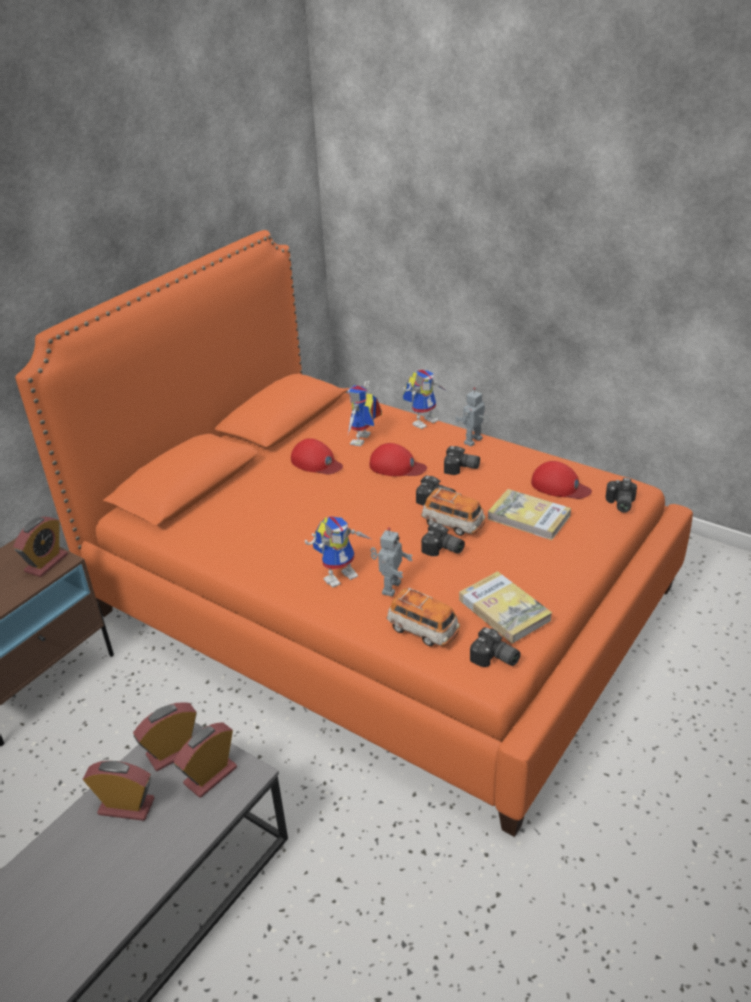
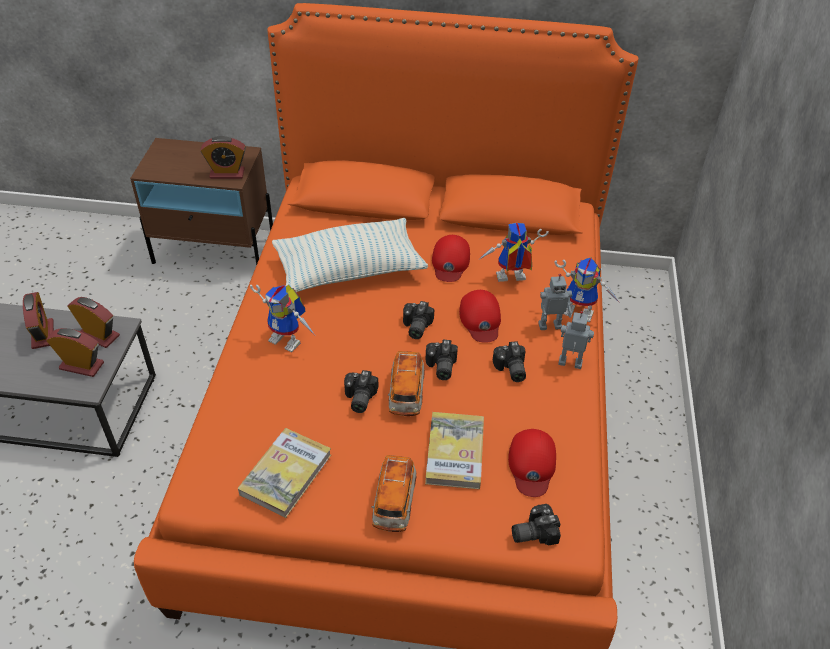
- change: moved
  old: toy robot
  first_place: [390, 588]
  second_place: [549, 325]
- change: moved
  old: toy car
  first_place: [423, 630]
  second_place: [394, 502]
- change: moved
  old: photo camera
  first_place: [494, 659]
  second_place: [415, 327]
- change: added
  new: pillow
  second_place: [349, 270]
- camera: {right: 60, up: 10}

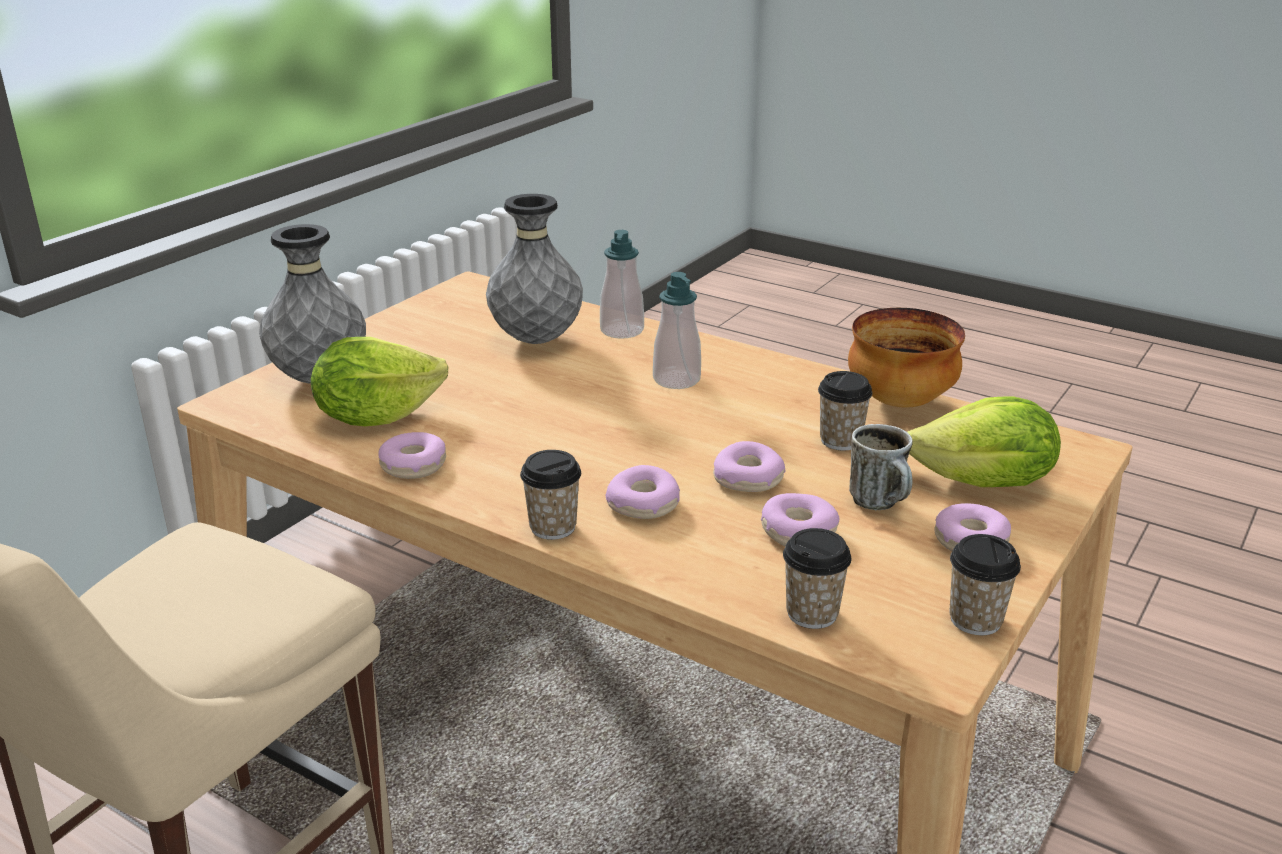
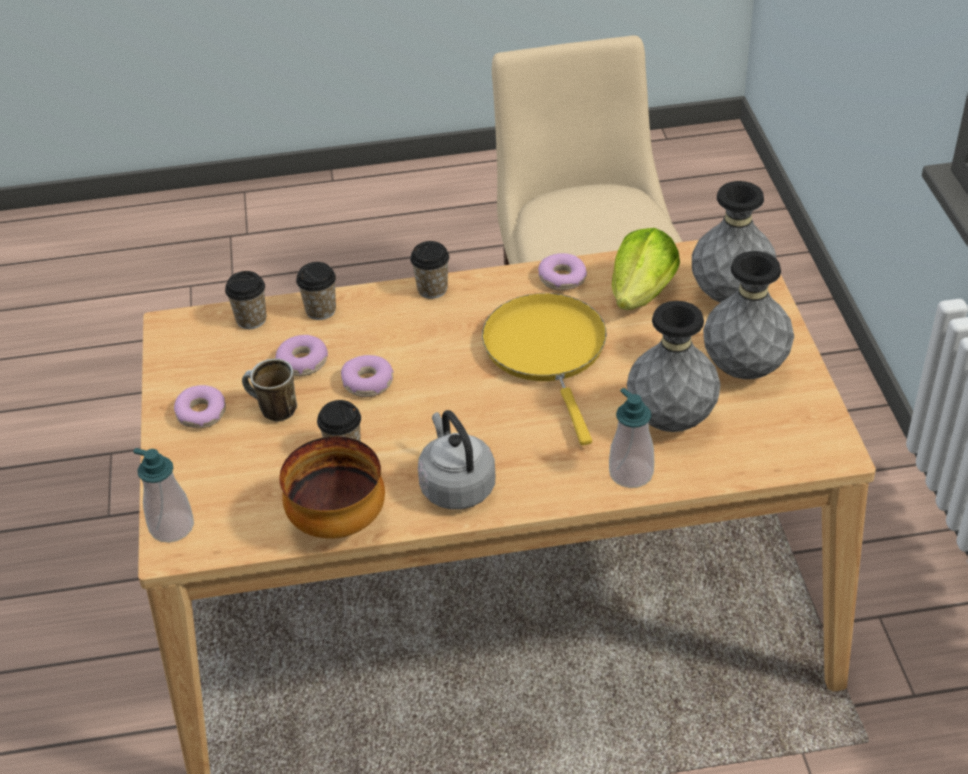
- change: removed
  old: donut
  first_place: [644, 504]
- change: moved
  old: soap dispenser
  first_place: [676, 380]
  second_place: [172, 527]
- change: removed
  old: lettuce
  first_place: [984, 484]
- change: moved
  old: cup
  first_place: [975, 620]
  second_place: [321, 310]
- change: added
  new: grey kettle
  second_place: [456, 485]
- change: added
  new: yellow frying pan
  second_place: [547, 351]
- change: added
  new: grey vase
  second_place: [744, 369]
- camera: {right: 140, up: 15}

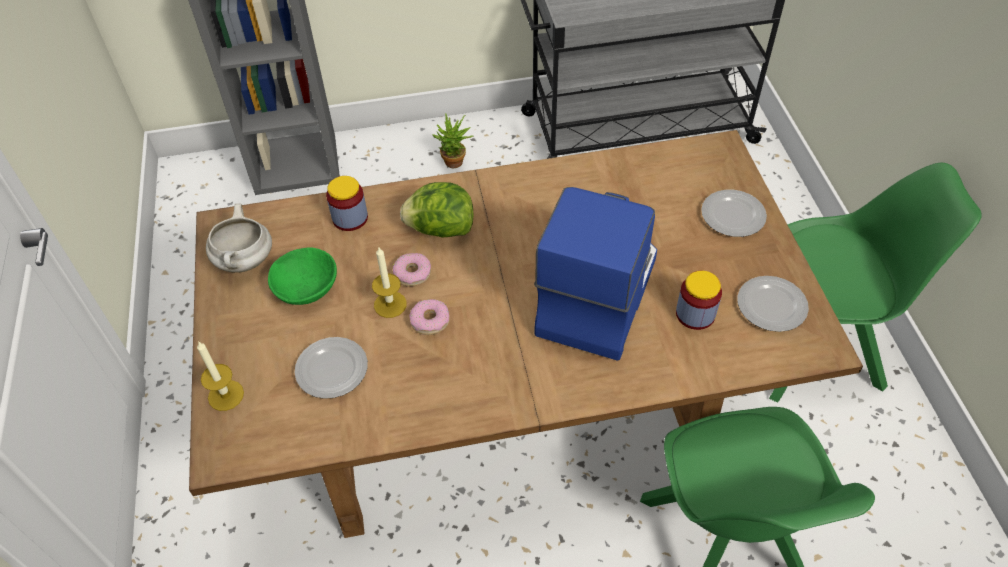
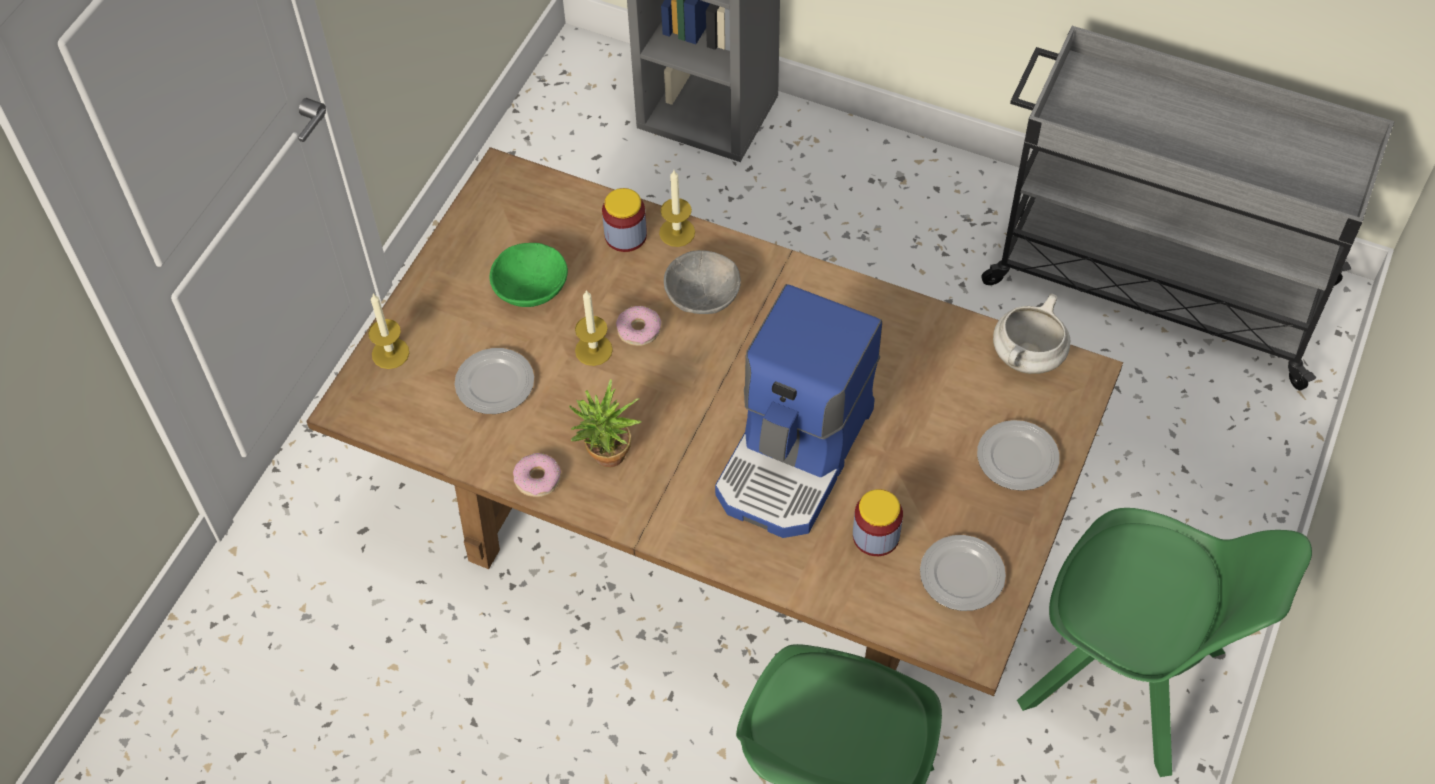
- change: moved
  old: white cooking pot
  first_place: [245, 261]
  second_place: [1028, 357]
- change: replaced
  old: lettuce
  new: grey bowl
  first_place: [440, 229]
  second_place: [702, 298]
- change: moved
  old: donut
  first_place: [430, 321]
  second_place: [537, 479]
- change: moved
  old: potted plant
  first_place: [455, 165]
  second_place: [607, 460]
- change: turned
  old: coffee machine
  first_place: [595, 293]
  second_place: [796, 455]
  degrees: 150
- change: added
  new: candle
  second_place: [677, 232]
- camera: {right: 35, up: 5}

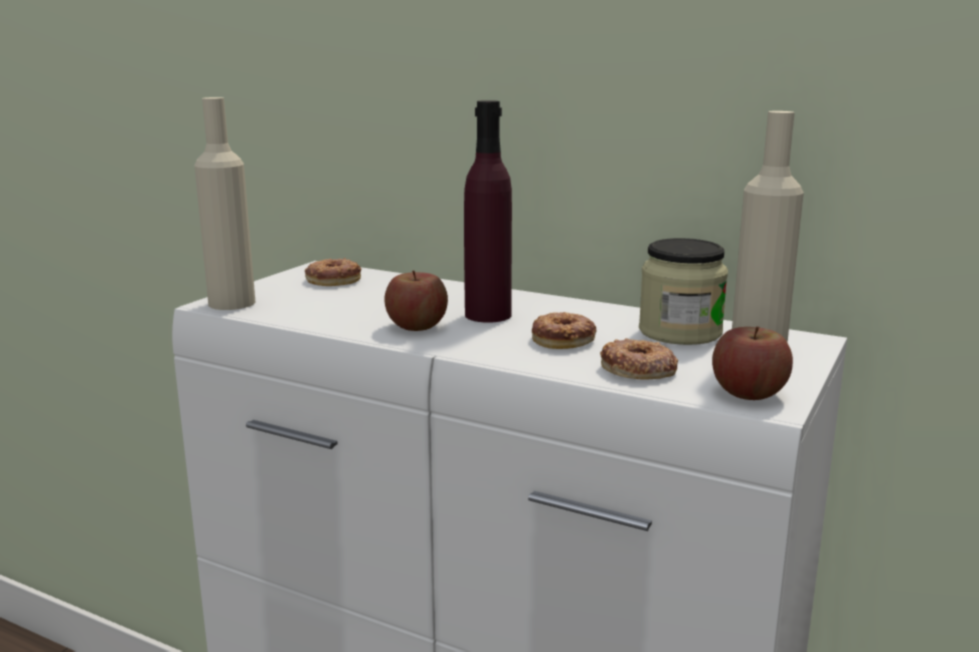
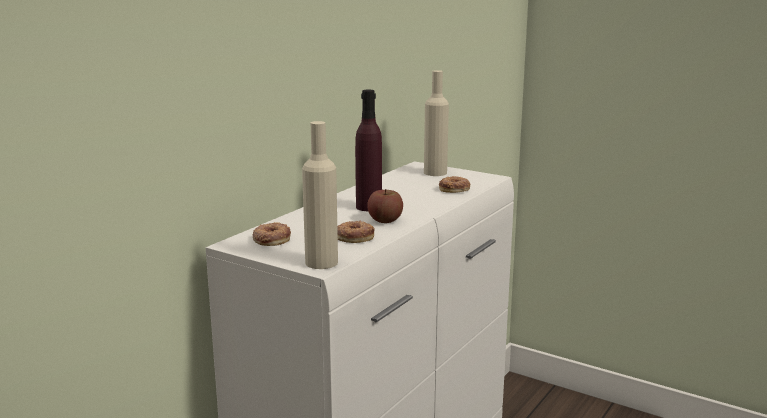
- change: moved
  old: donut
  first_place: [563, 339]
  second_place: [354, 236]
- change: removed
  old: jar
  first_place: [680, 332]
- change: removed
  old: apple
  first_place: [749, 393]
- camera: {right: -85, up: 0}

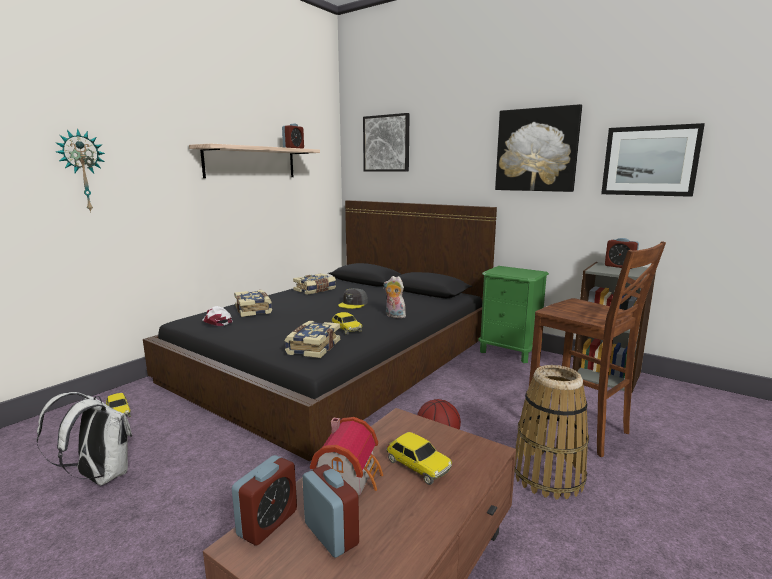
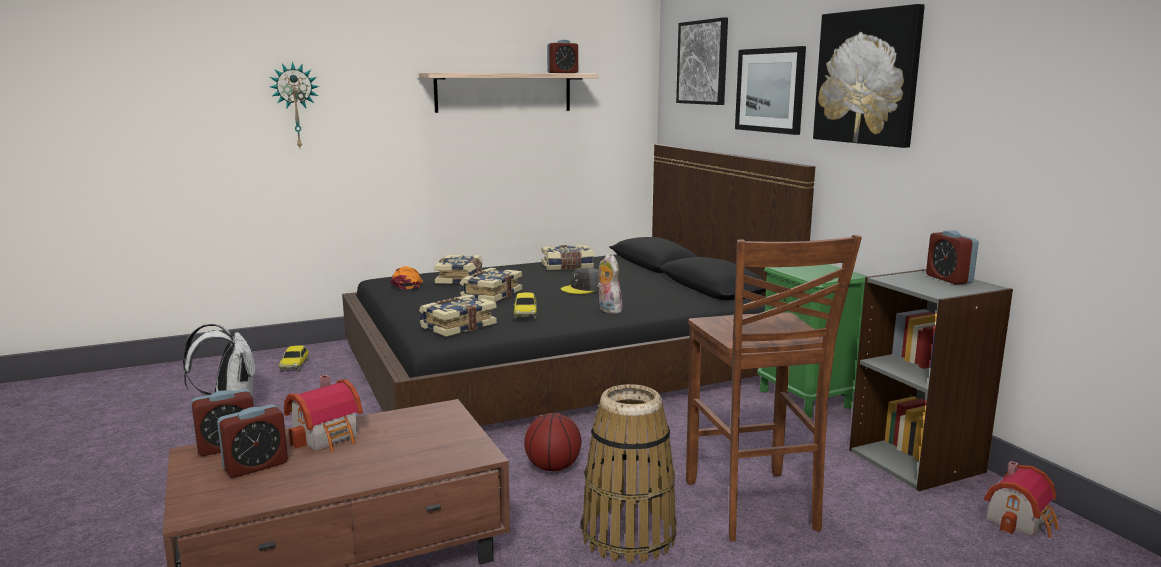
- change: recoloured
  old: white cap
  new: orange cap
  first_place: [217, 321]
  second_place: [407, 284]
- change: turned
  old: alarm clock
  first_place: [331, 534]
  second_place: [256, 466]
  degrees: 60
- change: removed
  old: toy car
  first_place: [417, 466]
- change: moved
  old: picture
  first_place: [649, 161]
  second_place: [770, 90]
- change: added
  new: book
  second_place: [490, 294]
- change: added
  new: toy house
  second_place: [1021, 520]
- camera: {right: 30, up: 0}

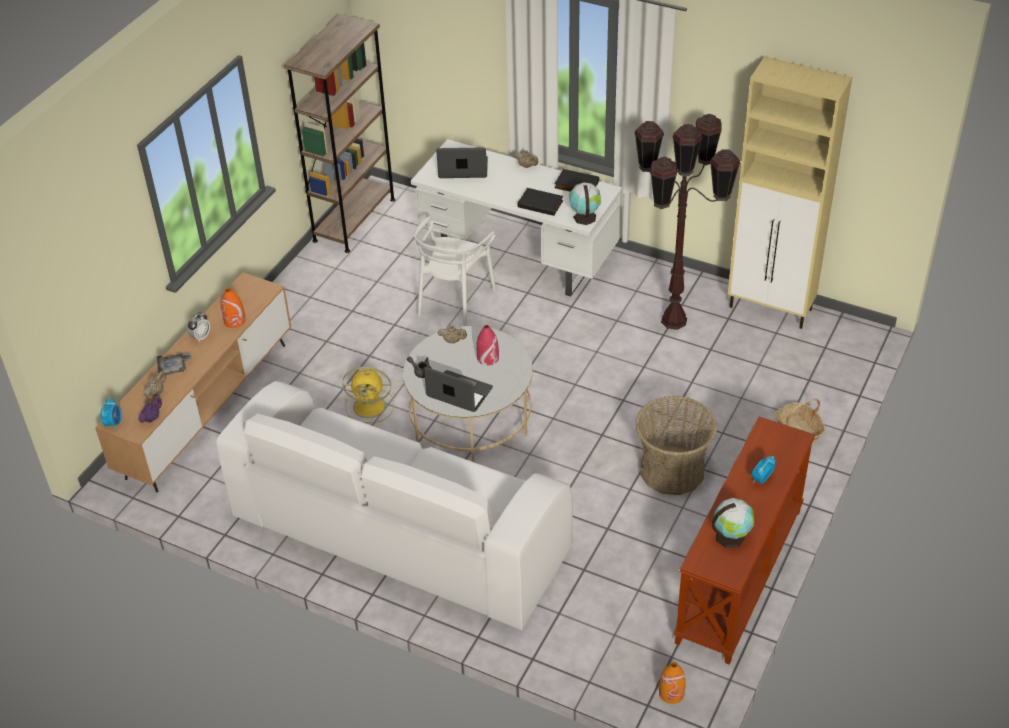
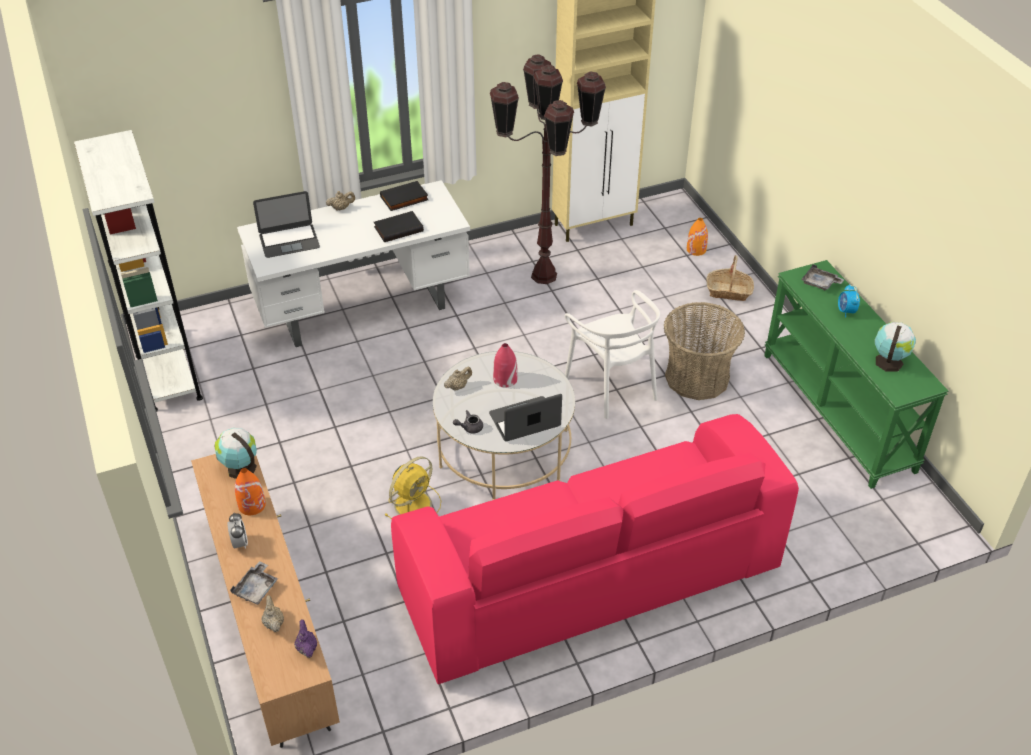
- change: removed
  old: alarm clock
  first_place: [114, 423]
- change: recoloured
  old: white sofa
  new: pink sofa
  first_place: [400, 534]
  second_place: [588, 579]
- change: recoloured
  old: brown bookcase
  new: white bookcase
  first_place: [354, 220]
  second_place: [167, 369]
- change: moved
  old: white chair
  first_place: [454, 301]
  second_place: [612, 386]
- change: turned
  old: laptop
  first_place: [463, 168]
  second_place: [289, 241]
  degrees: -150
- change: moved
  old: globe
  first_place: [584, 216]
  second_place: [240, 468]
- change: moved
  old: orange vase
  first_place: [671, 693]
  second_place: [696, 249]
- change: recoloured
  old: brown console table
  new: green console table
  first_place: [740, 576]
  second_place: [839, 411]
- change: added
  new: grey tray
  second_place: [820, 283]
- camera: {right: -50, up: 0}

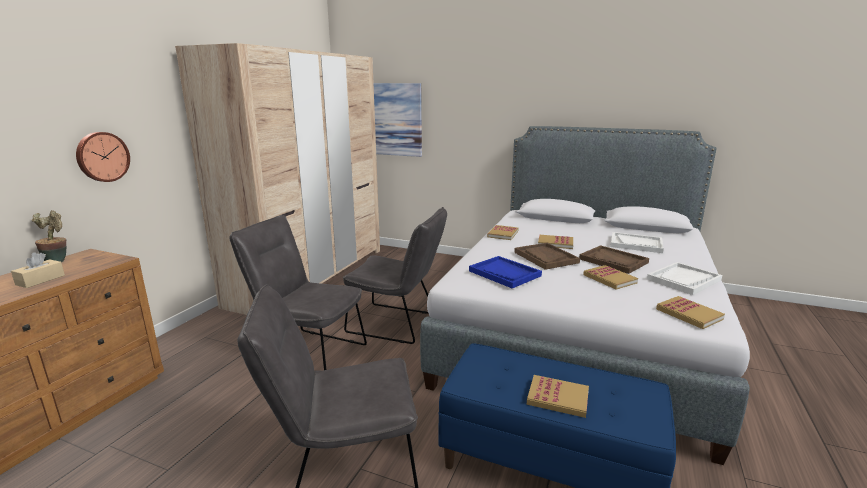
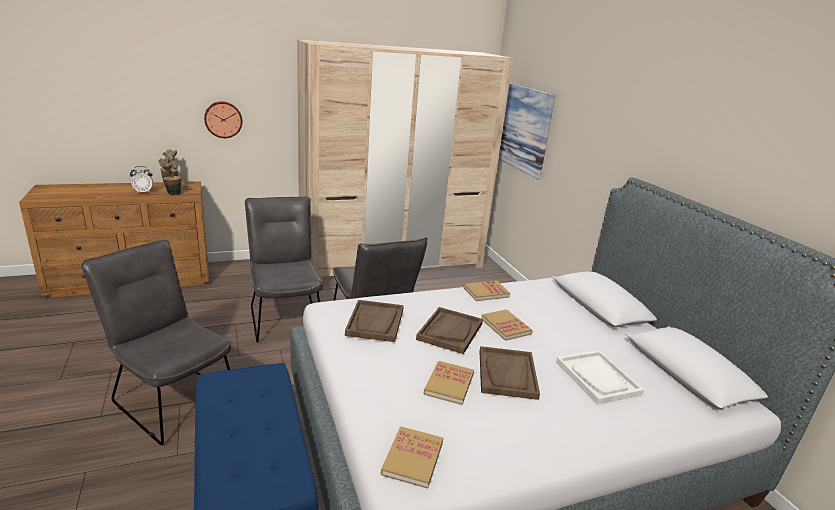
- change: replaced
  old: beige tissue box
  new: alarm clock
  first_place: [40, 280]
  second_place: [143, 192]
- change: recoloured
  old: blue tray
  new: brown tray
  first_place: [505, 273]
  second_place: [375, 322]
- change: removed
  old: book
  first_place: [557, 398]
- change: removed
  old: white tray
  first_place: [683, 280]
- change: added
  new: potted plant
  second_place: [173, 193]
- camera: {right: 45, up: 5}

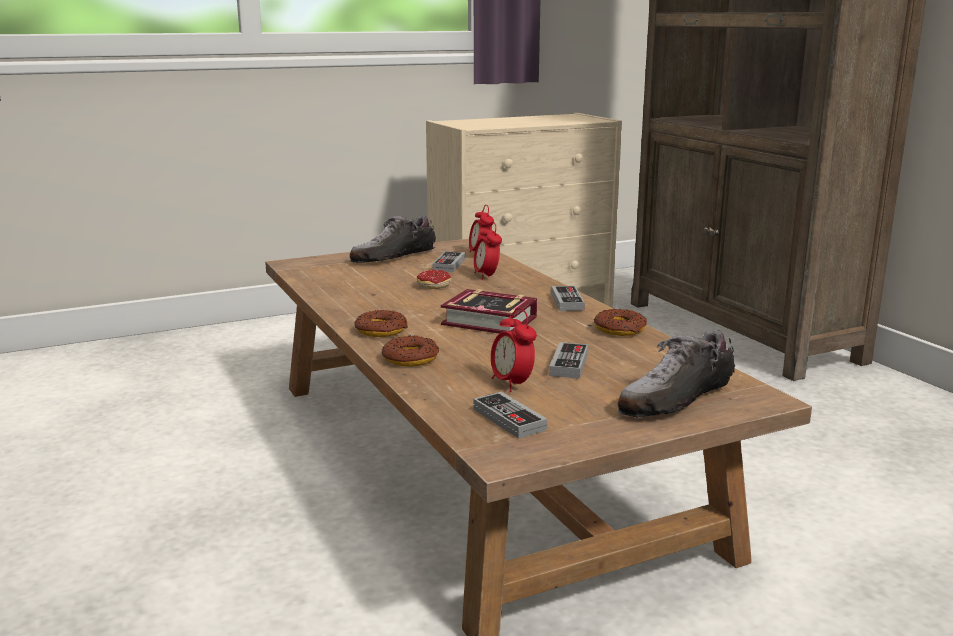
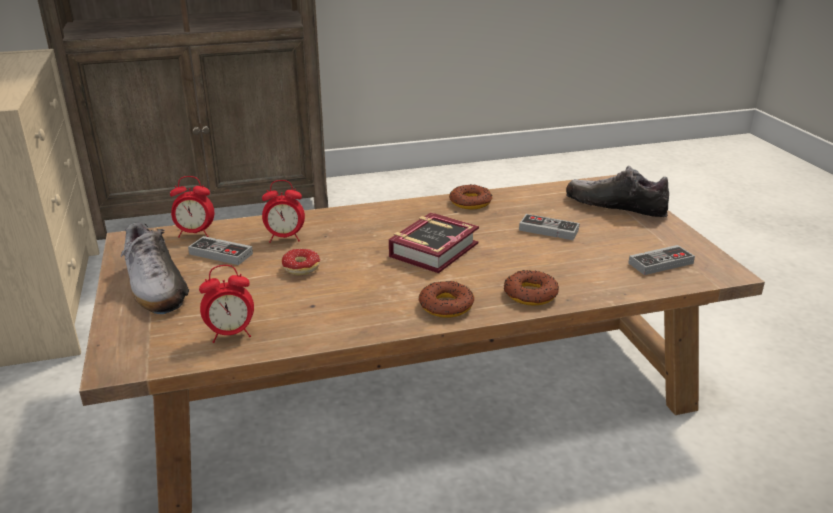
- change: moved
  old: alarm clock
  first_place: [512, 384]
  second_place: [231, 334]
- change: removed
  old: game controller
  first_place: [567, 302]
- change: turned
  old: shoe
  first_place: [675, 399]
  second_place: [615, 206]
  degrees: 150
- camera: {right: -80, up: 10}

